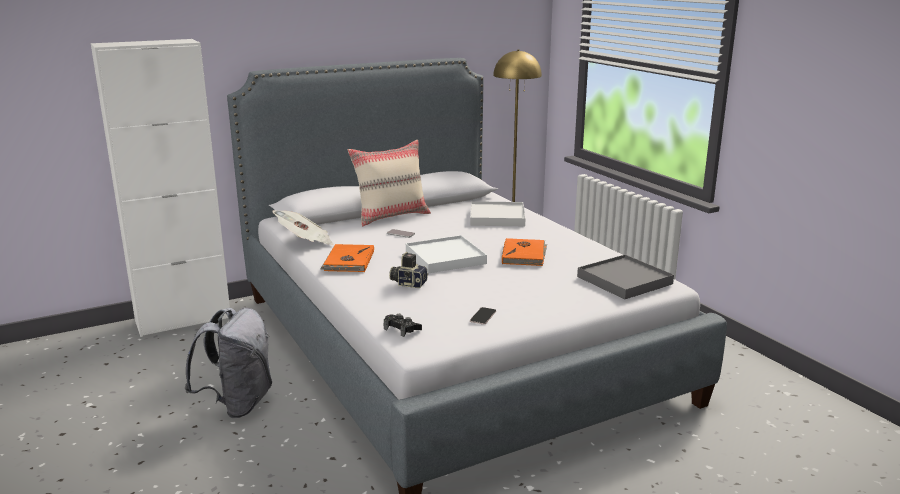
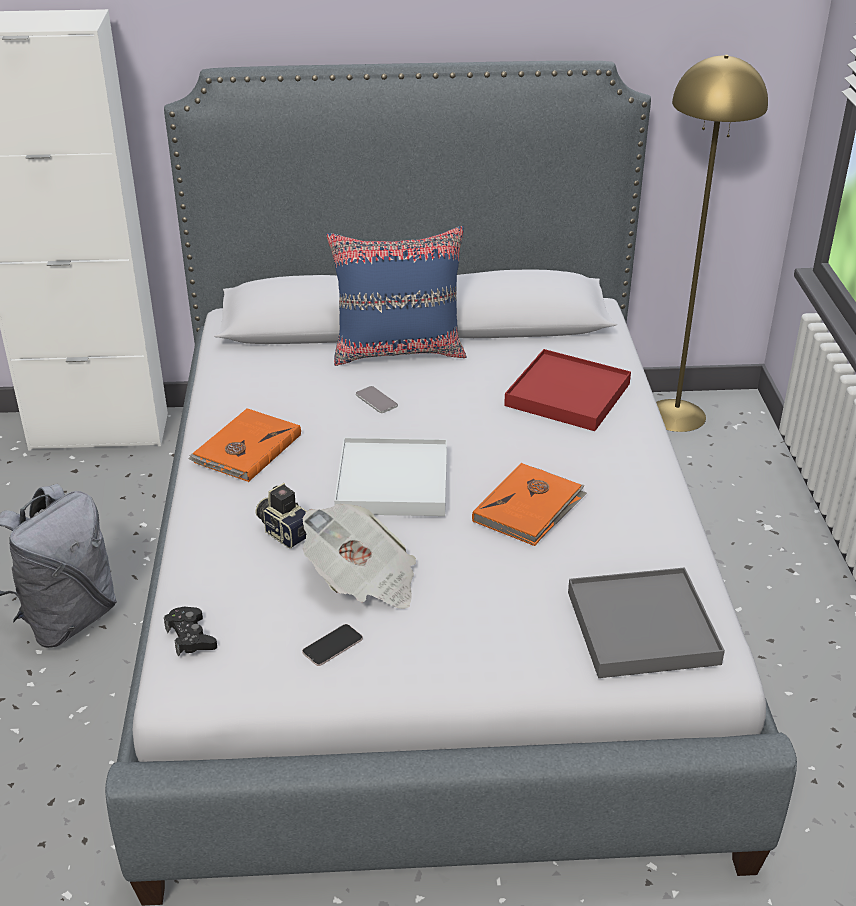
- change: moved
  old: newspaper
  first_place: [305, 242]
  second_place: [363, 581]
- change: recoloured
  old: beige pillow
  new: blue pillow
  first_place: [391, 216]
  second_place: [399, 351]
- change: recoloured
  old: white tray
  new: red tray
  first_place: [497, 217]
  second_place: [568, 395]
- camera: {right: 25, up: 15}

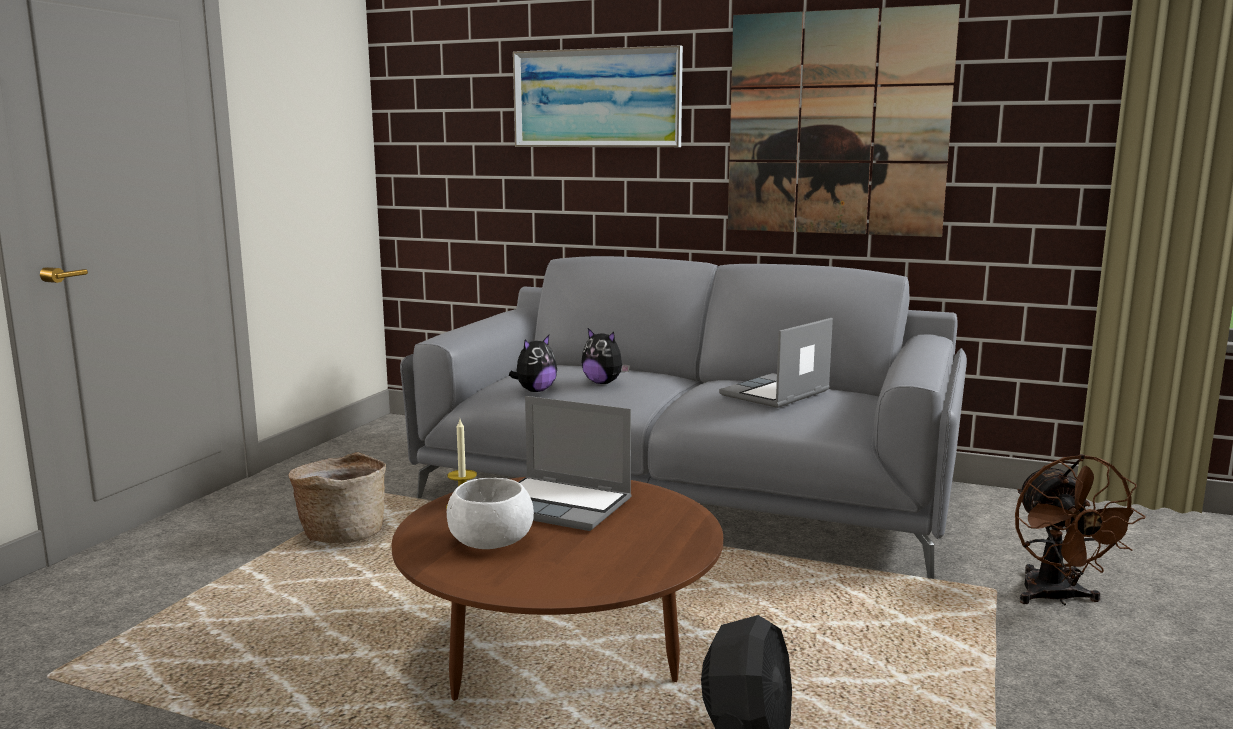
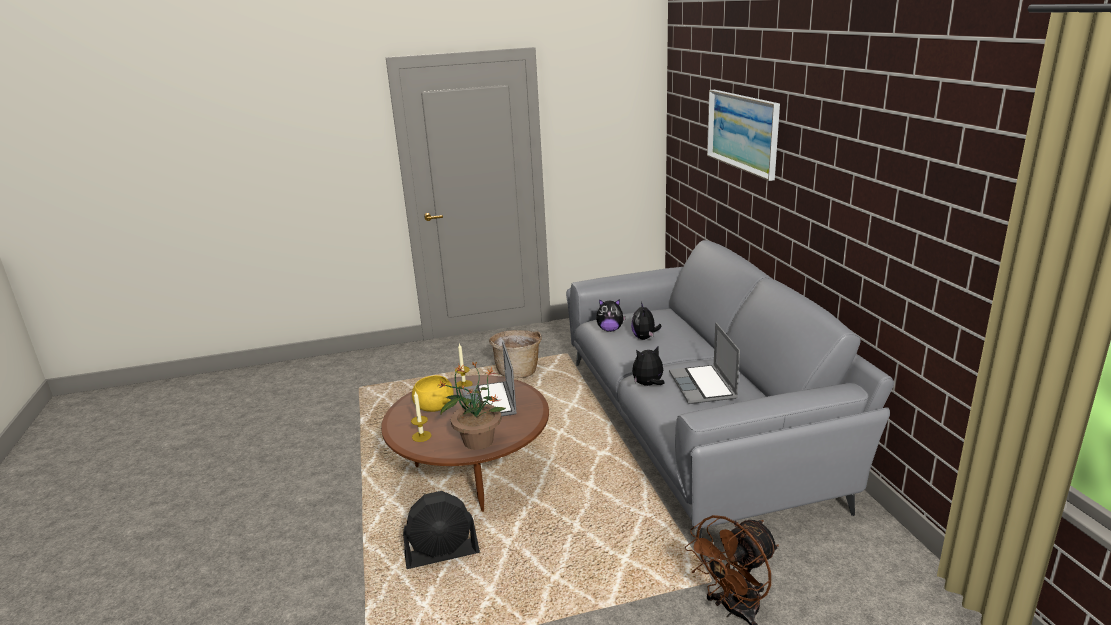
- change: recoloured
  old: white bowl
  new: yellow bowl
  first_place: [490, 541]
  second_place: [434, 406]
- change: turned
  old: laptop
  first_place: [775, 394]
  second_place: [704, 386]
  degrees: -105
- change: removed
  old: picture
  first_place: [836, 124]
- change: added
  new: candle
  second_place: [421, 436]
- change: added
  new: potted plant
  second_place: [477, 440]
- change: added
  new: plush toy
  second_place: [648, 385]
- camera: {right: 55, up: 10}

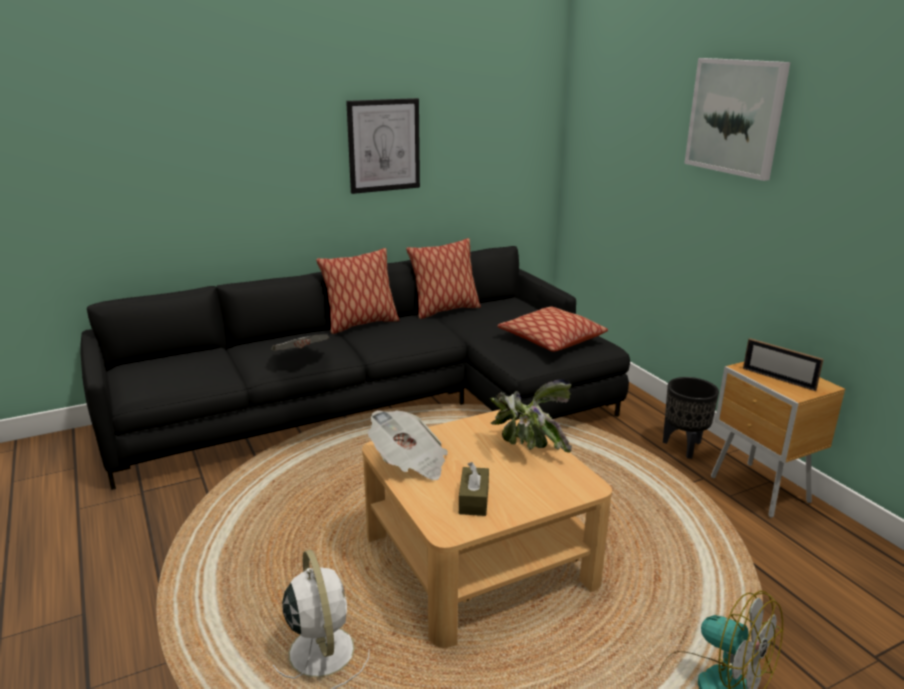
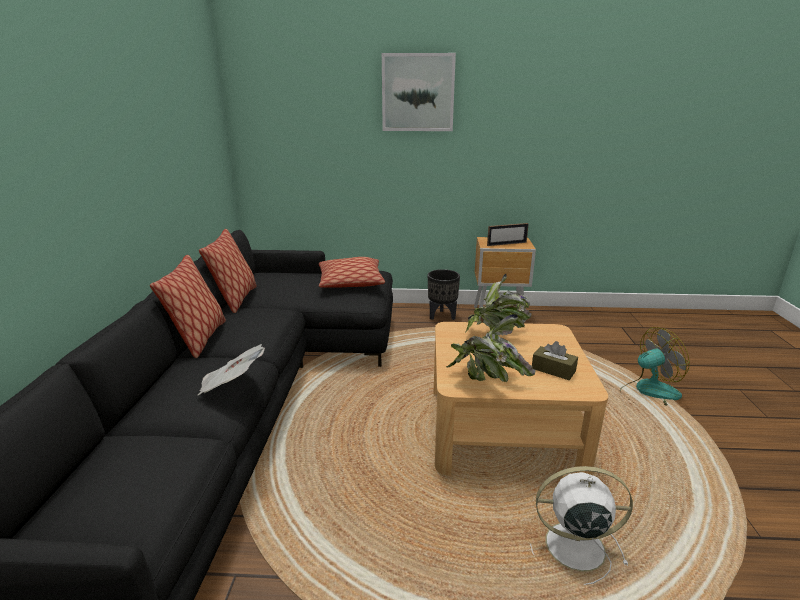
- change: removed
  old: picture
  first_place: [384, 145]
- change: replaced
  old: newspaper
  new: potted plant
  first_place: [409, 463]
  second_place: [486, 380]
- camera: {right: -60, up: 0}

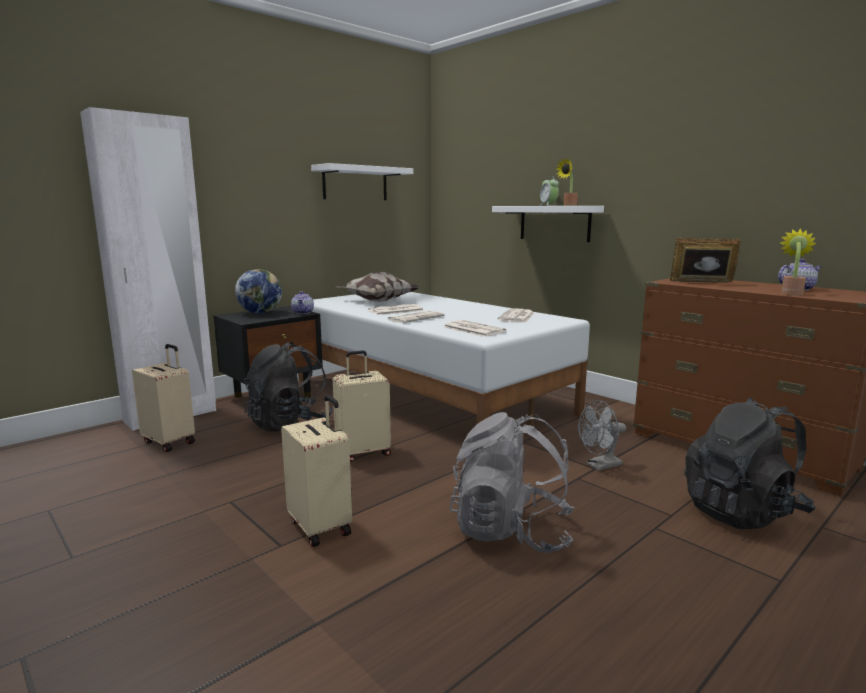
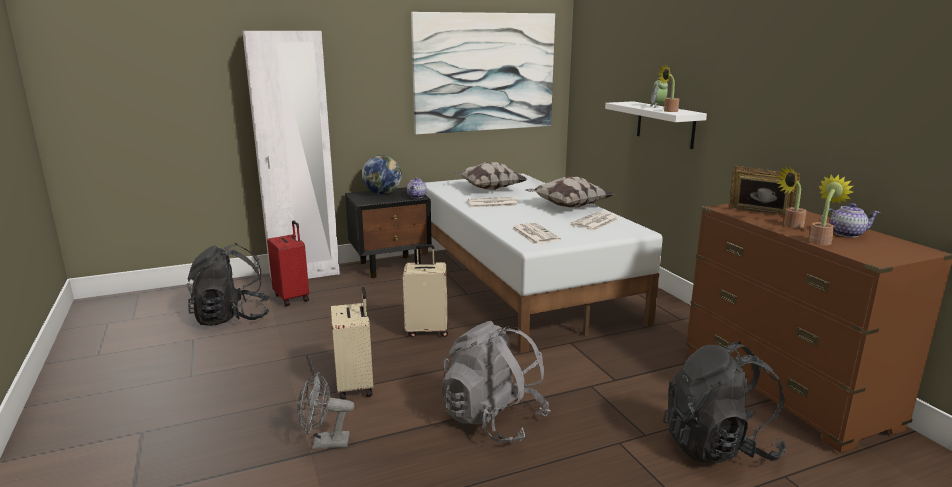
- change: recoloured
  old: beige suitcase
  new: red suitcase
  first_place: [170, 442]
  second_place: [292, 297]
- change: moved
  old: black backpack
  first_place: [289, 423]
  second_place: [232, 318]
- change: replaced
  old: white shelf
  new: picture
  first_place: [355, 183]
  second_place: [484, 72]
- change: removed
  old: newspaper
  first_place: [416, 318]
- change: moved
  old: grey fan
  first_place: [600, 466]
  second_place: [324, 443]
- change: added
  new: pillow
  second_place: [567, 206]
- change: added
  new: potted plant
  second_place: [790, 225]
- camera: {right: 20, up: 5}

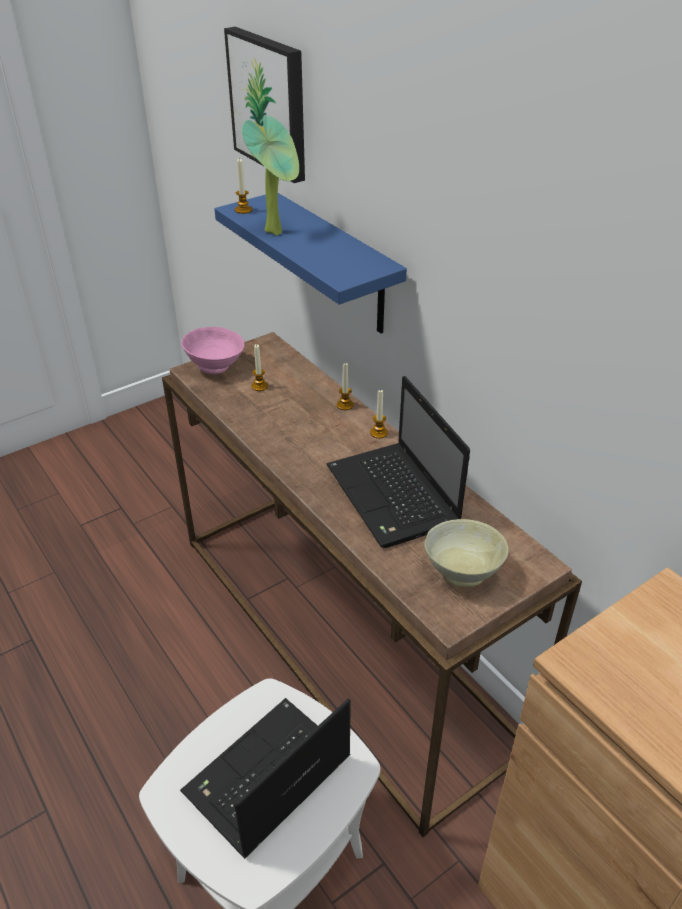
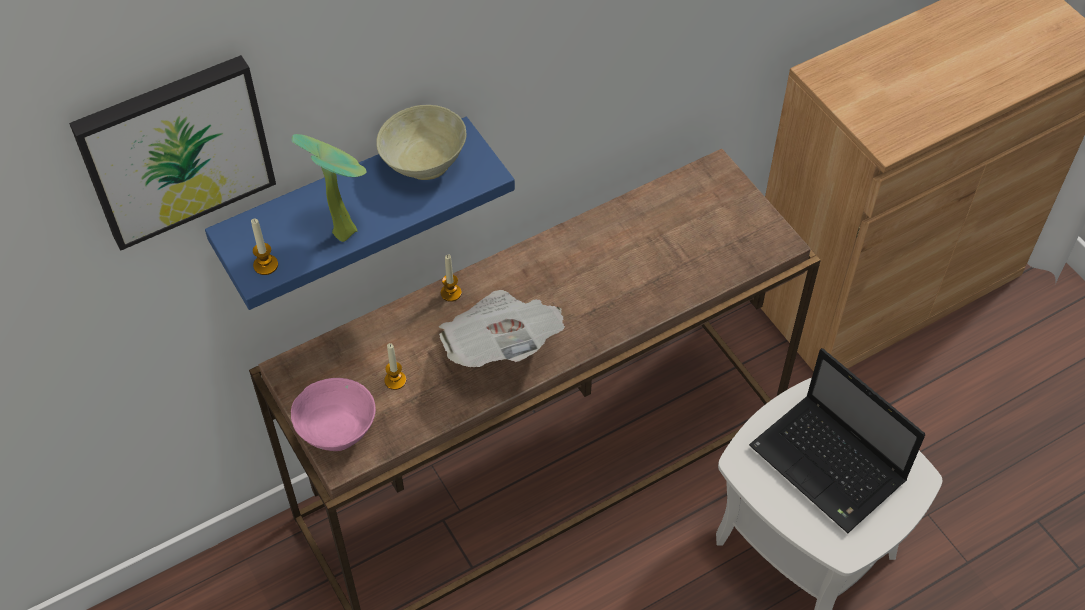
- change: removed
  old: laptop
  first_place: [394, 497]
- change: removed
  old: candle
  first_place: [378, 433]
- change: moved
  old: beige bowl
  first_place: [463, 571]
  second_place: [423, 163]
- change: added
  new: newspaper
  second_place: [501, 346]
- camera: {right: -85, up: 15}

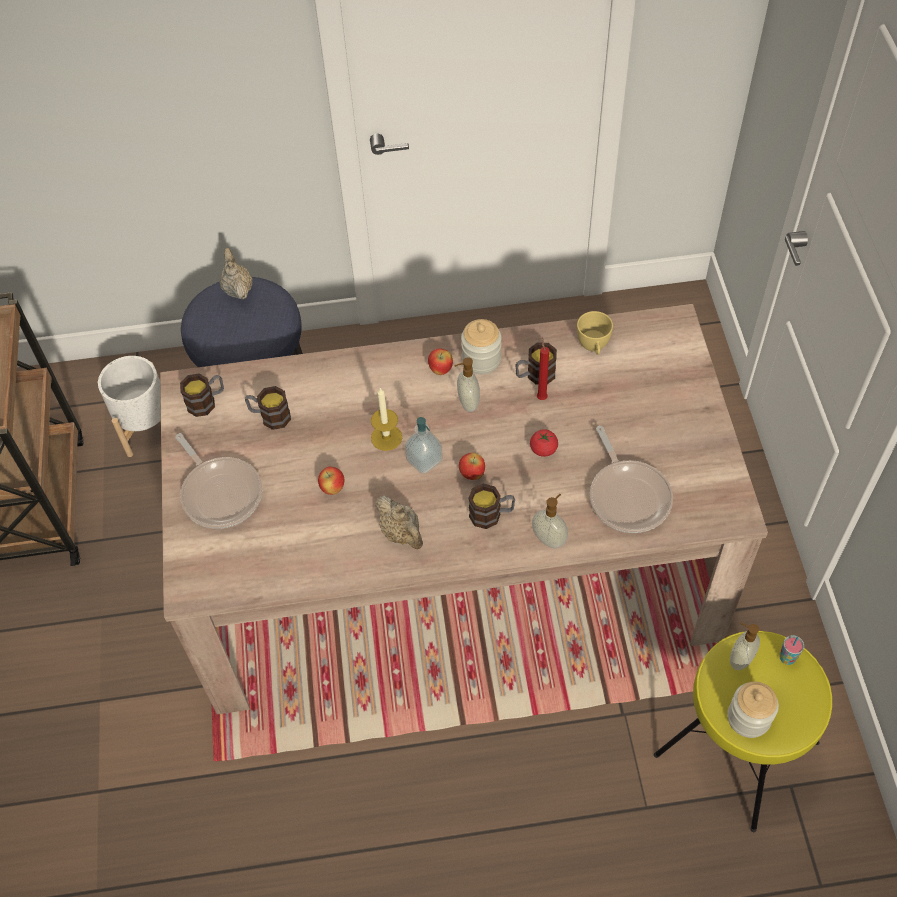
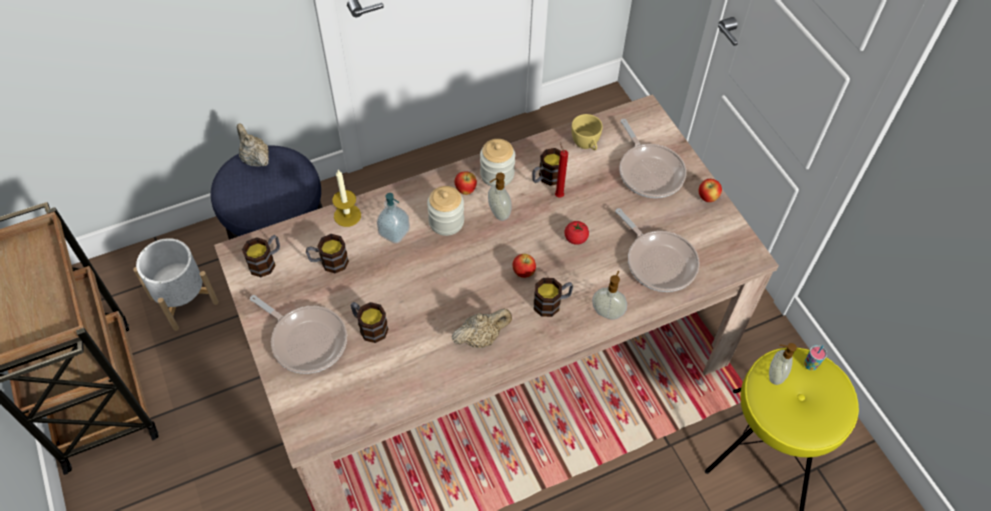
- change: moved
  old: apple
  first_place: [332, 488]
  second_place: [707, 198]
- change: moved
  old: candle
  first_place: [386, 437]
  second_place: [347, 215]
- change: turned
  old: beige teapot
  first_place: [402, 533]
  second_place: [481, 337]
  degrees: -60
- change: moved
  old: soap dispenser
  first_place: [424, 460]
  second_place: [394, 232]
- change: moved
  old: jar
  first_place: [748, 718]
  second_place: [446, 222]
- change: added
  new: mug
  second_place: [369, 327]
- change: added
  new: frying pan
  second_place: [649, 171]
- camera: {right: -20, up: 0}

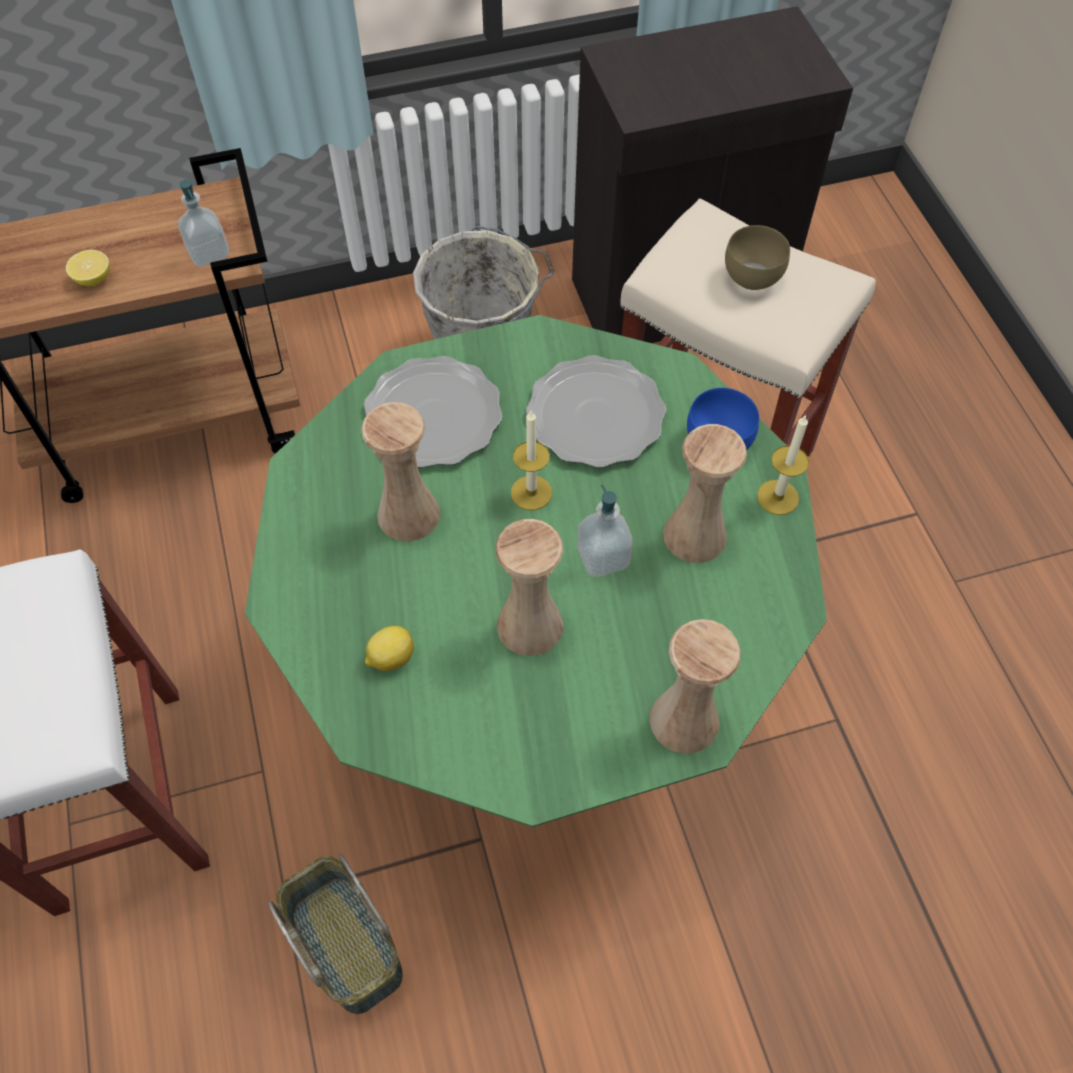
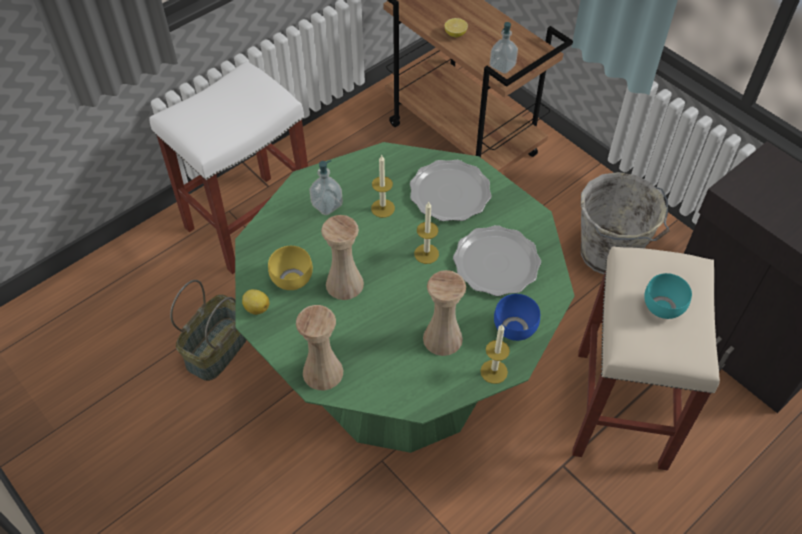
- change: replaced
  old: beige vase
  new: candle
  first_place: [408, 514]
  second_place: [382, 208]
- change: moved
  old: lemon
  first_place: [390, 658]
  second_place: [256, 308]
- change: moved
  old: soap dispenser
  first_place: [603, 557]
  second_place: [327, 205]
- change: recoloured
  old: brown bowl
  new: turquoise bowl
  first_place: [754, 278]
  second_place: [663, 309]
- change: added
  new: yellow bowl
  second_place: [291, 280]
- camera: {right: 65, up: -5}

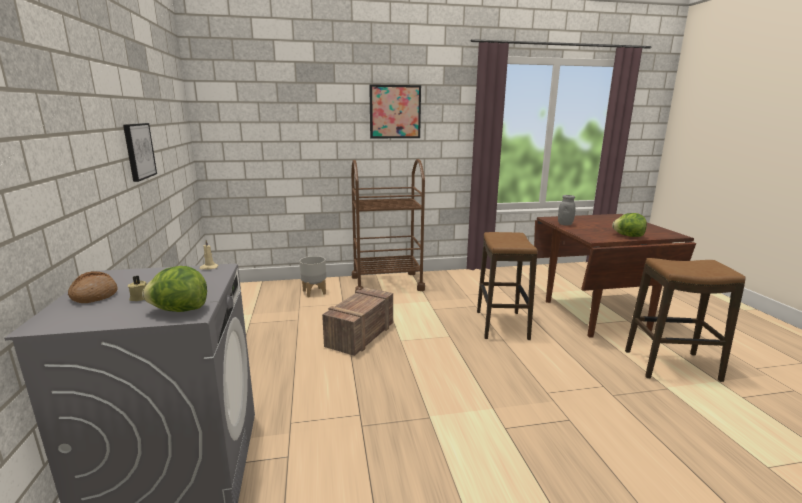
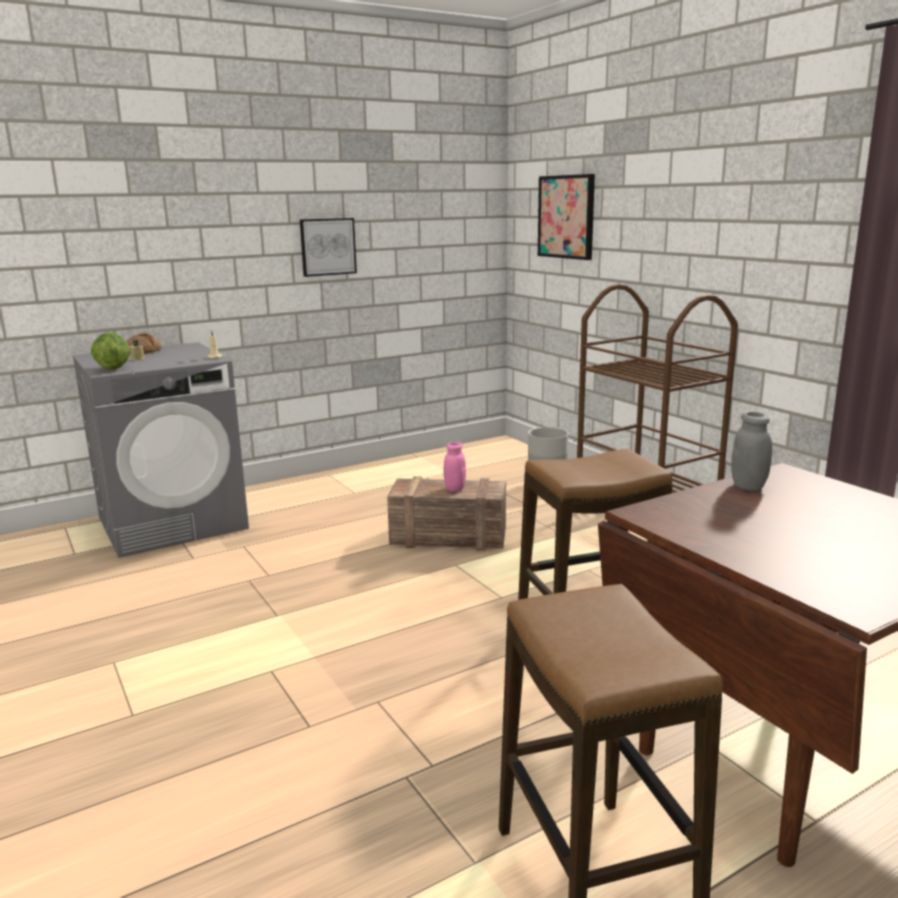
- change: moved
  old: picture
  first_place: [395, 112]
  second_place: [566, 217]
- change: removed
  old: lettuce
  first_place: [628, 236]
- change: added
  new: pink jar
  second_place: [455, 488]
- camera: {right: 70, up: 0}

